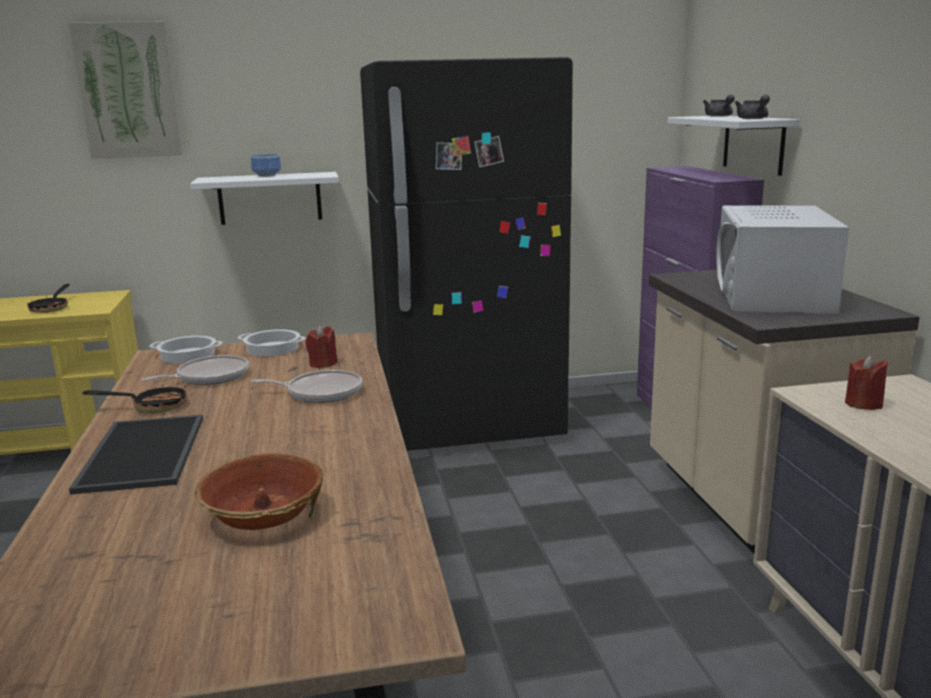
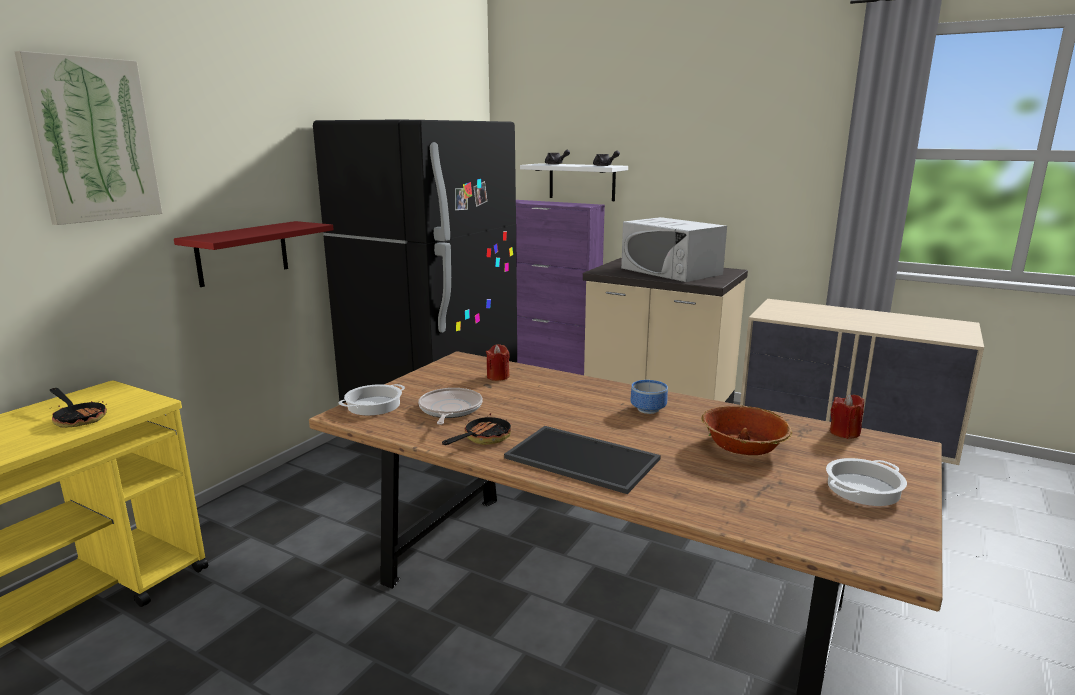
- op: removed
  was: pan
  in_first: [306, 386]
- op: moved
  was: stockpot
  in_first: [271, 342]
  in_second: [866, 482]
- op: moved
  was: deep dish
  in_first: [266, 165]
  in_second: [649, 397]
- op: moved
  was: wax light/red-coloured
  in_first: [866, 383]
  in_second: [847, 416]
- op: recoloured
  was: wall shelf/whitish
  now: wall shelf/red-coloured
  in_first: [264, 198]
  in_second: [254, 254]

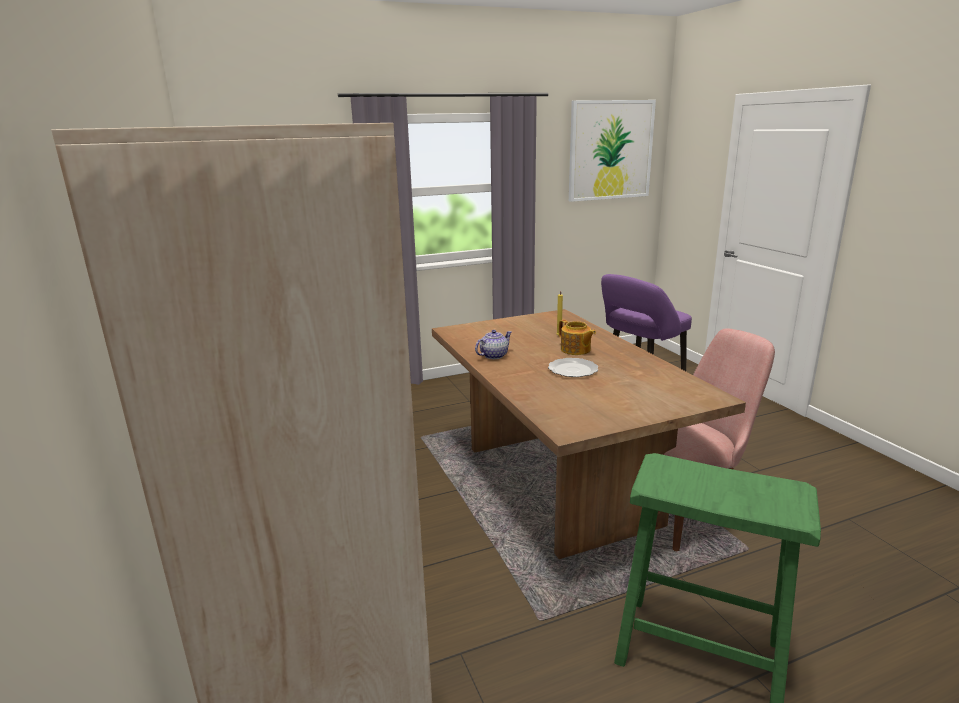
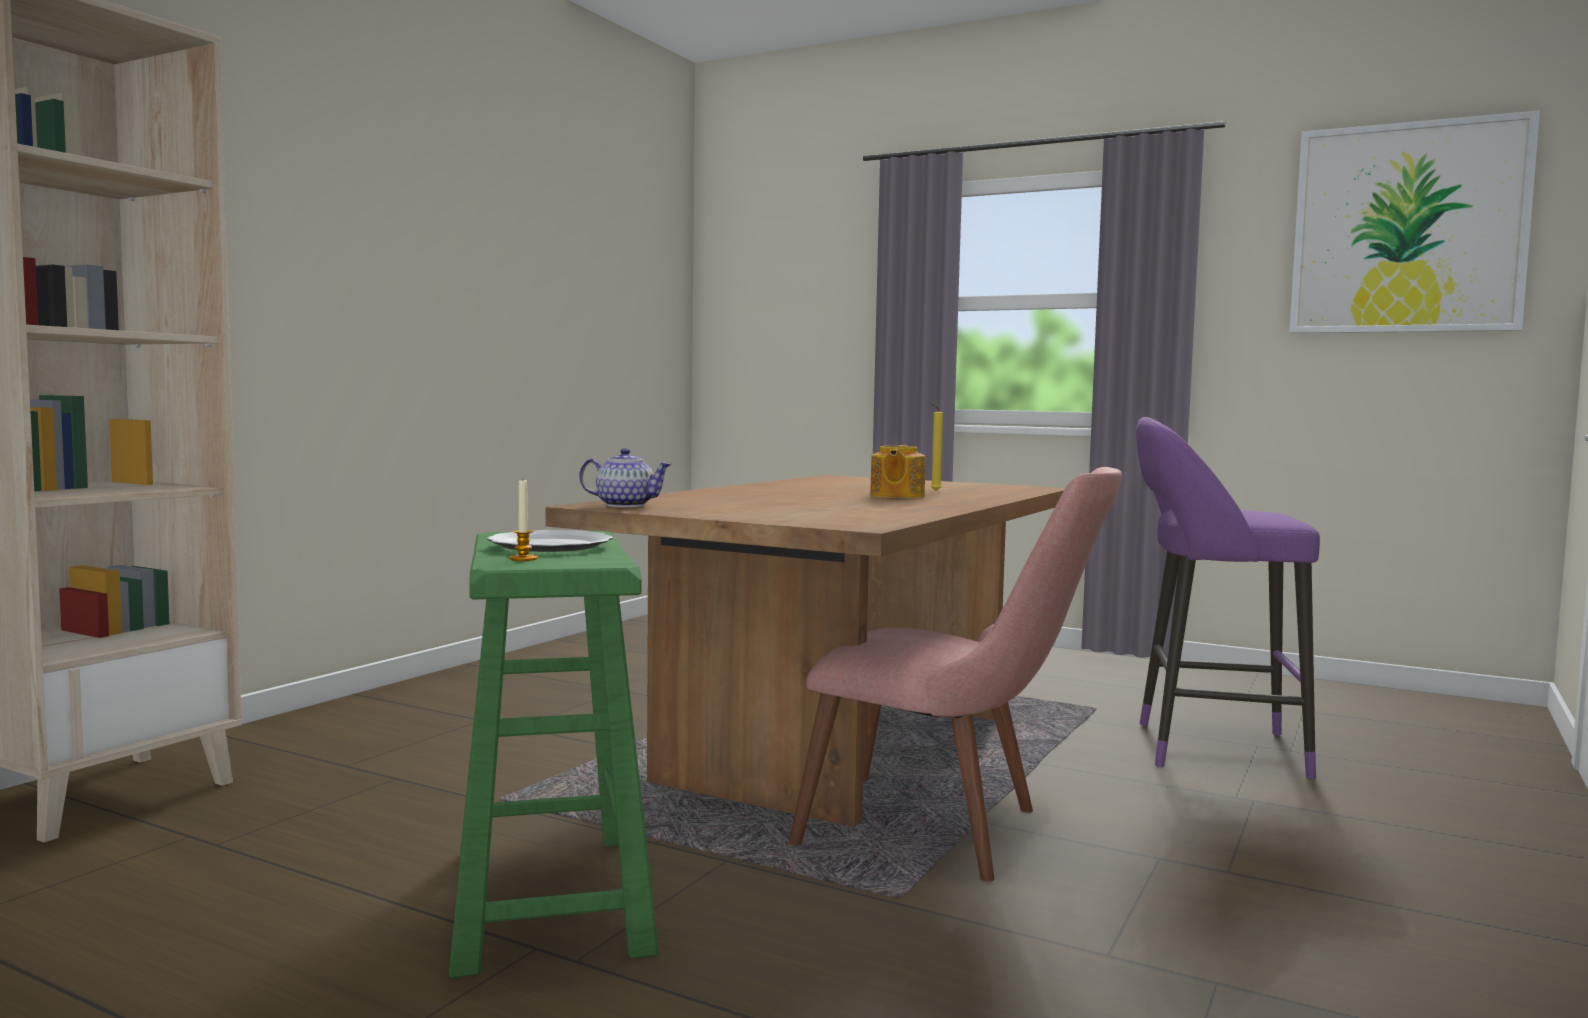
- op: added
  now: wax light
  in_second: [523, 520]
- op: moved
  was: tea pot
  in_first: [493, 344]
  in_second: [625, 477]
- op: moved
  was: plate
  in_first: [573, 367]
  in_second: [550, 541]

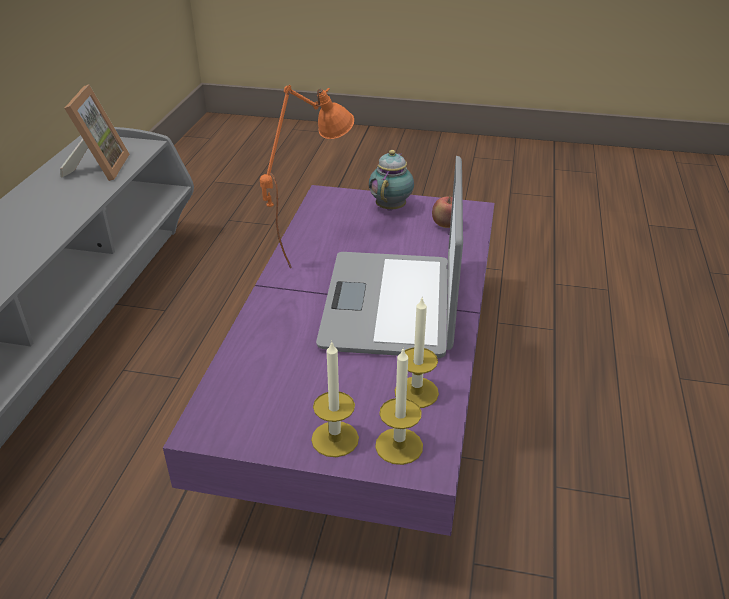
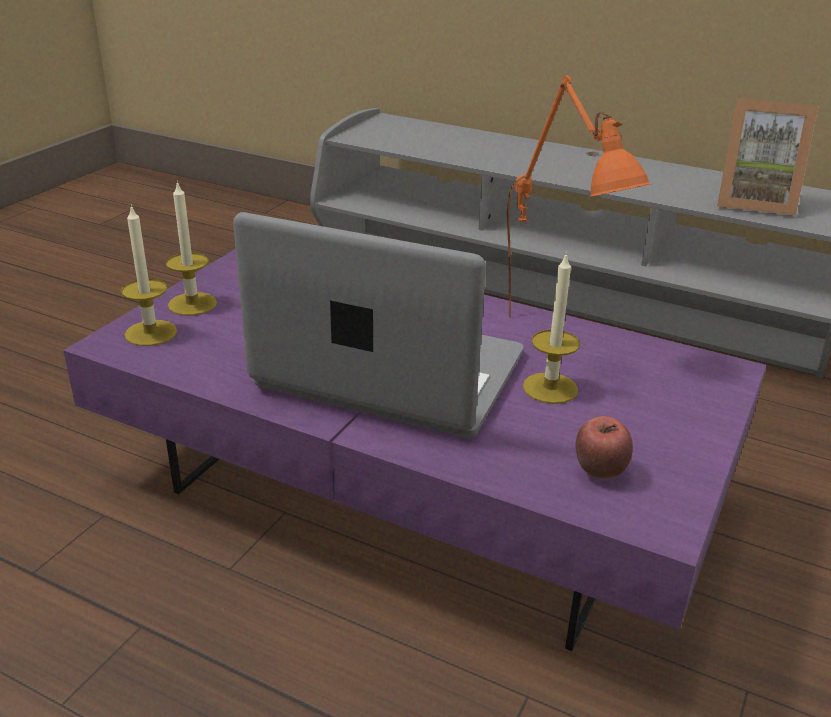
- op: removed
  was: tea pot
  in_first: [391, 180]
- op: moved
  was: wax light
  in_first: [417, 352]
  in_second: [551, 328]

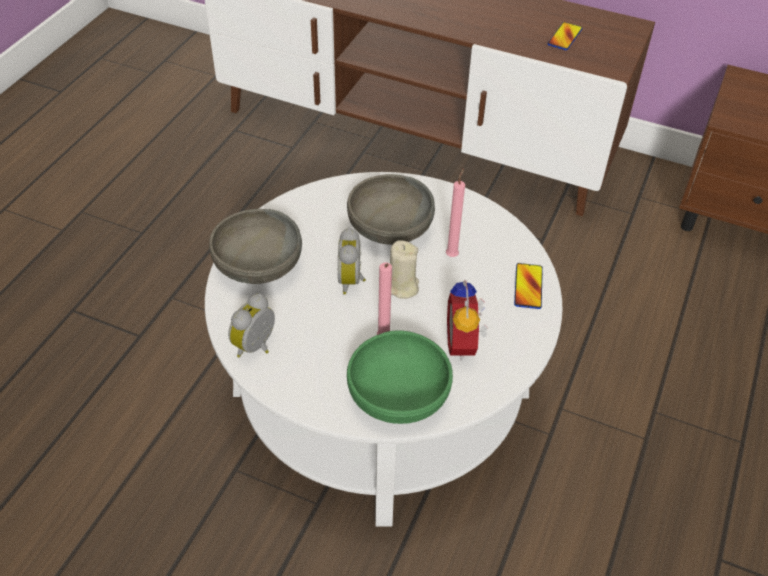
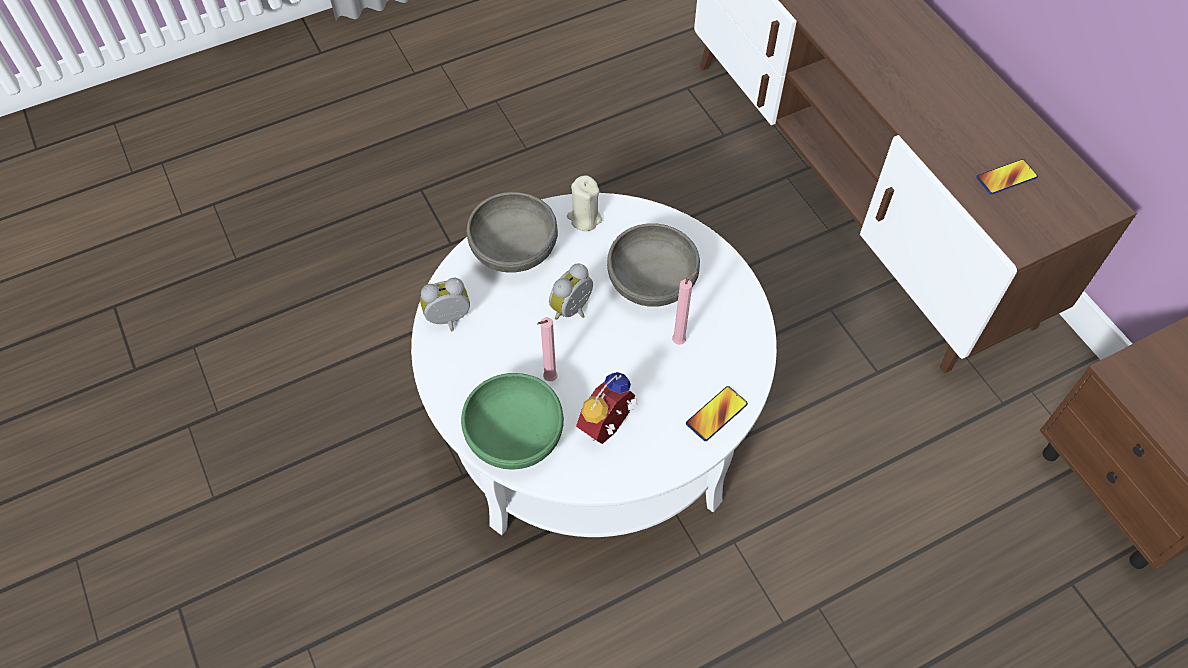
- op: moved
  was: wax light/beige-coloured
  in_first: [404, 270]
  in_second: [584, 203]

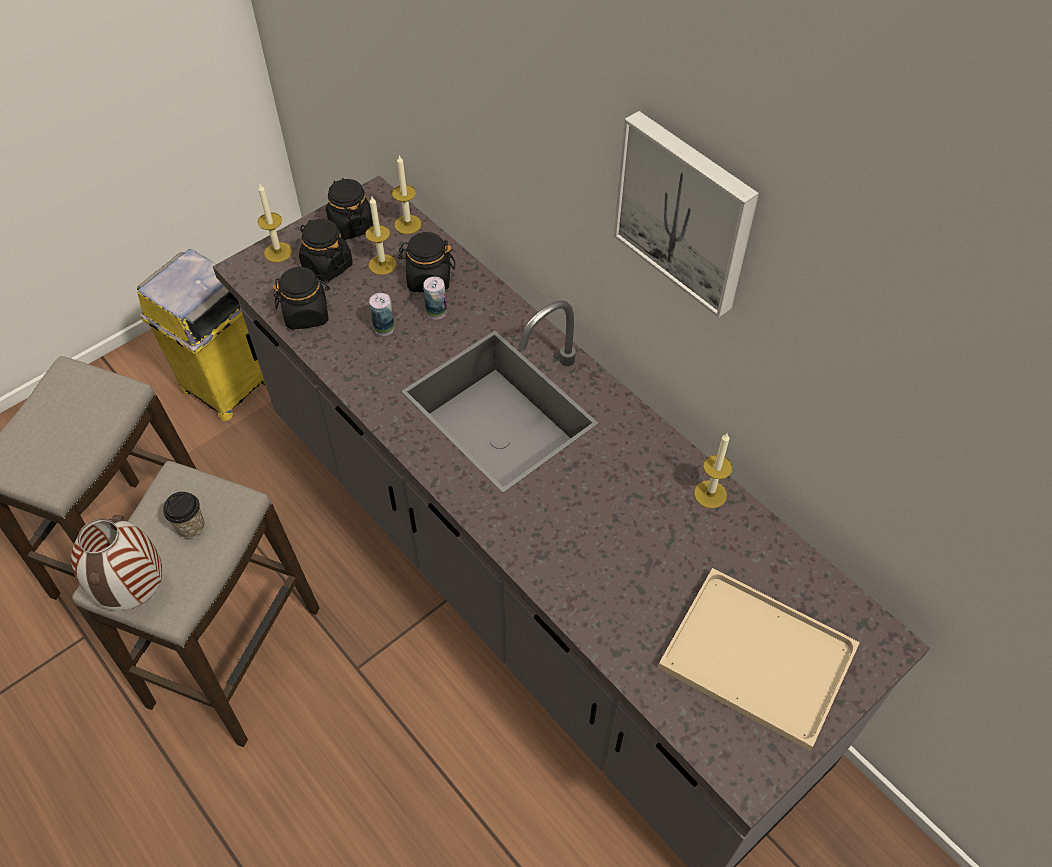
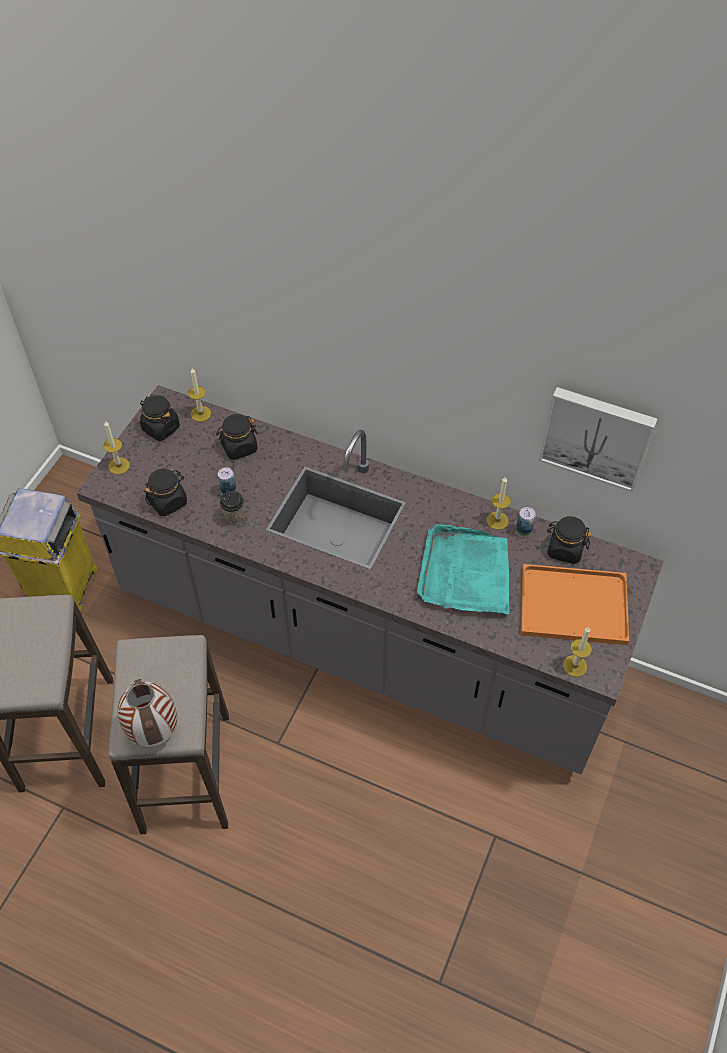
- op: added
  now: carrying tray/turquoise
  in_second: [463, 569]
- op: moved
  was: small cup
  in_first: [183, 515]
  in_second: [232, 507]
- op: moved
  was: jar/blackish
  in_first: [325, 250]
  in_second: [569, 540]
- op: moved
  was: wax light
  in_first: [381, 236]
  in_second: [577, 652]
- op: moved
  was: metal can
  in_first: [435, 298]
  in_second: [526, 522]
- op: moved
  was: wall art
  in_first: [686, 214]
  in_second: [598, 439]
- op: recoloured
  was: carrying tray/beige-coloured
  now: carrying tray/orange
  in_first: [759, 659]
  in_second: [575, 604]

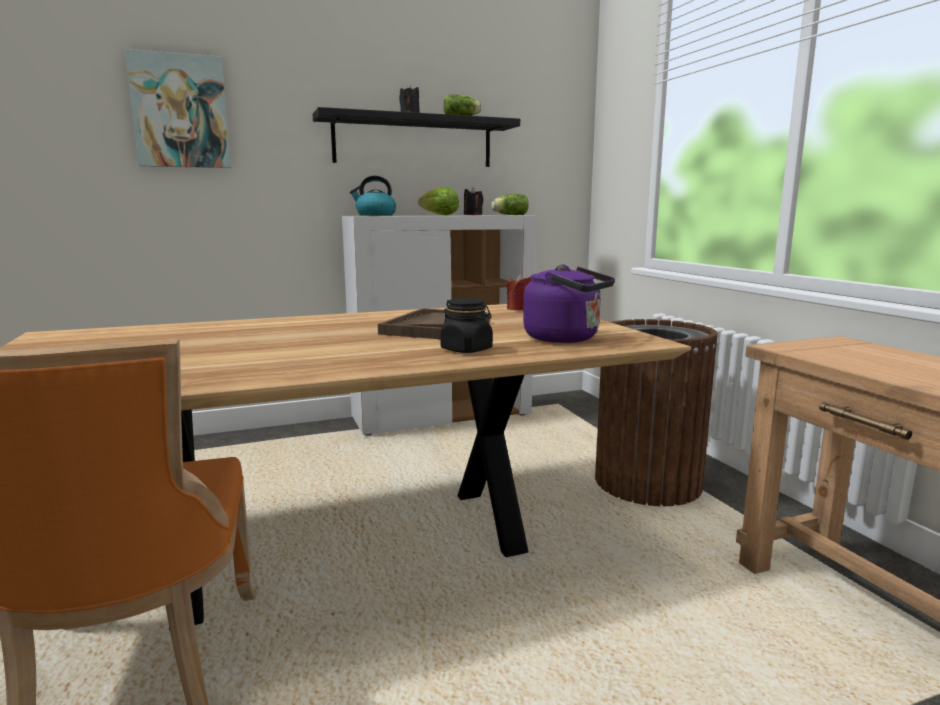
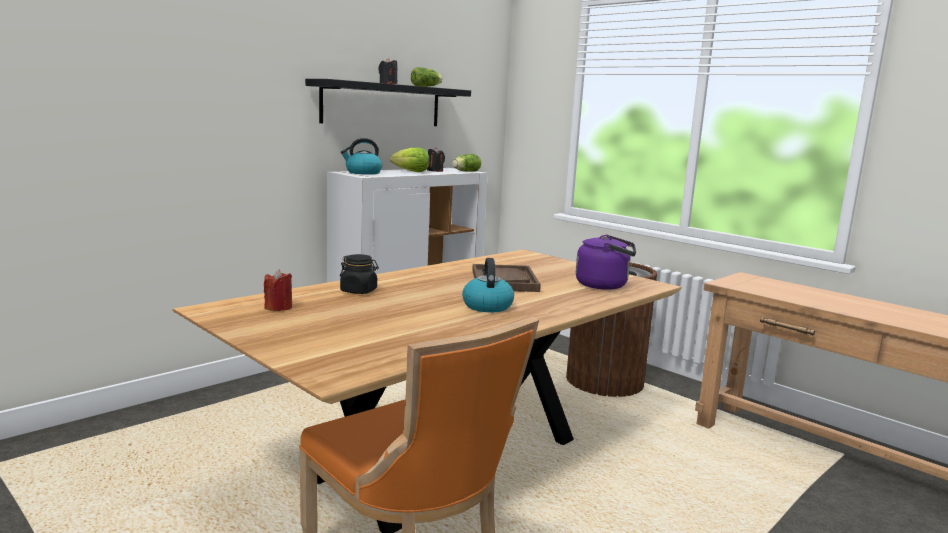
- op: removed
  was: wall art
  in_first: [178, 108]
- op: added
  now: tea kettle
  in_second: [488, 285]
- op: moved
  was: jar/blackish
  in_first: [466, 325]
  in_second: [359, 274]
- op: moved
  was: wax light/red-coloured
  in_first: [519, 292]
  in_second: [278, 290]

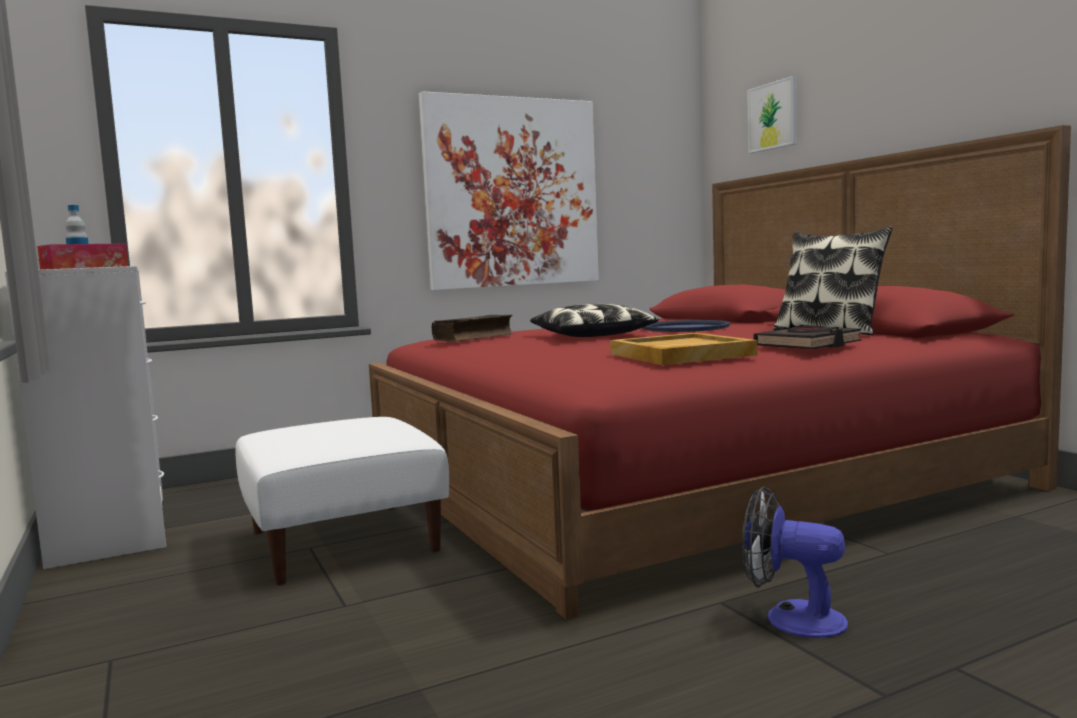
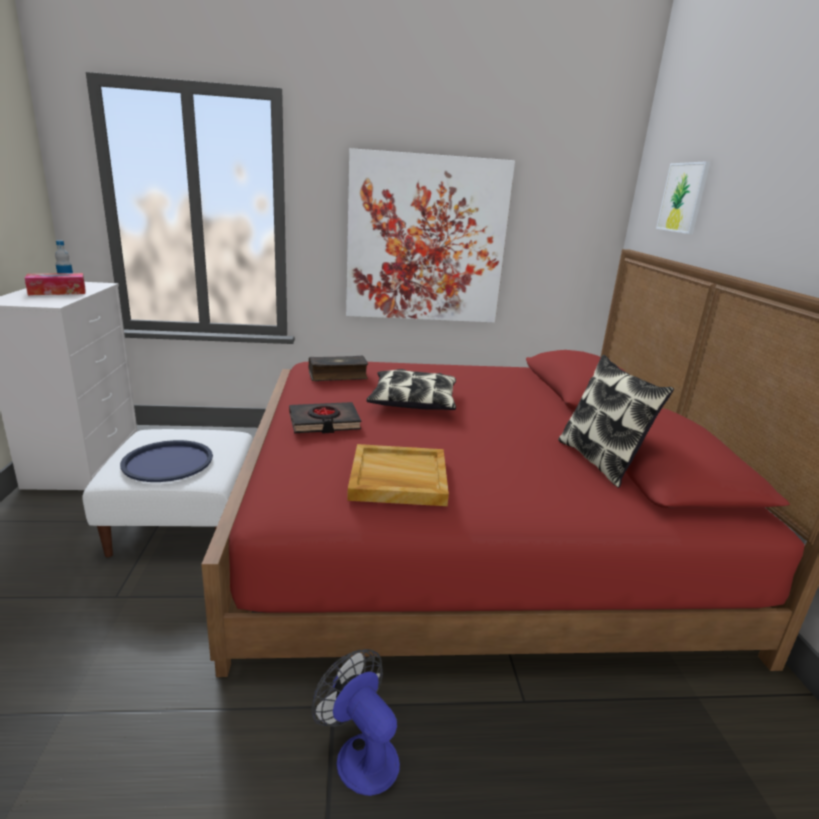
- op: moved
  was: carrying tray/blue
  in_first: [686, 326]
  in_second: [166, 461]
- op: moved
  was: bound book/blackish
  in_first: [807, 338]
  in_second: [325, 418]

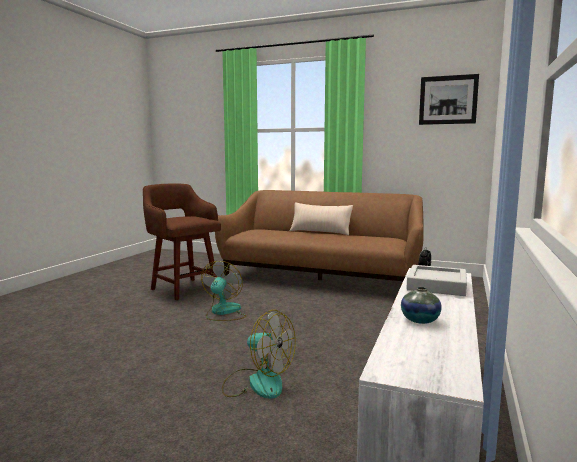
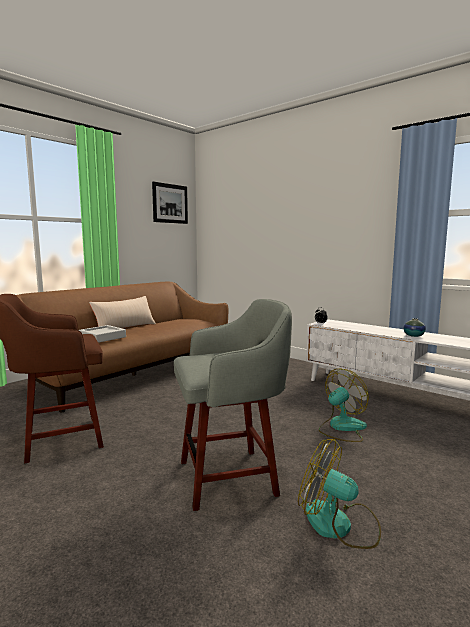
- op: added
  now: sitting stool/gray
  in_second: [233, 405]
- op: moved
  was: electric fan
  in_first: [223, 291]
  in_second: [339, 494]
- op: moved
  was: carrying tray/gray
  in_first: [436, 280]
  in_second: [102, 334]

